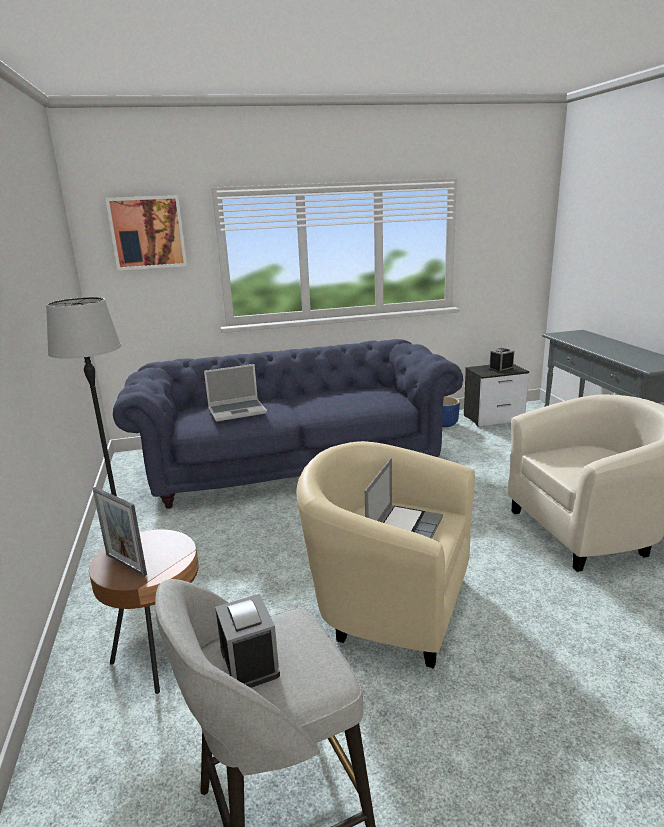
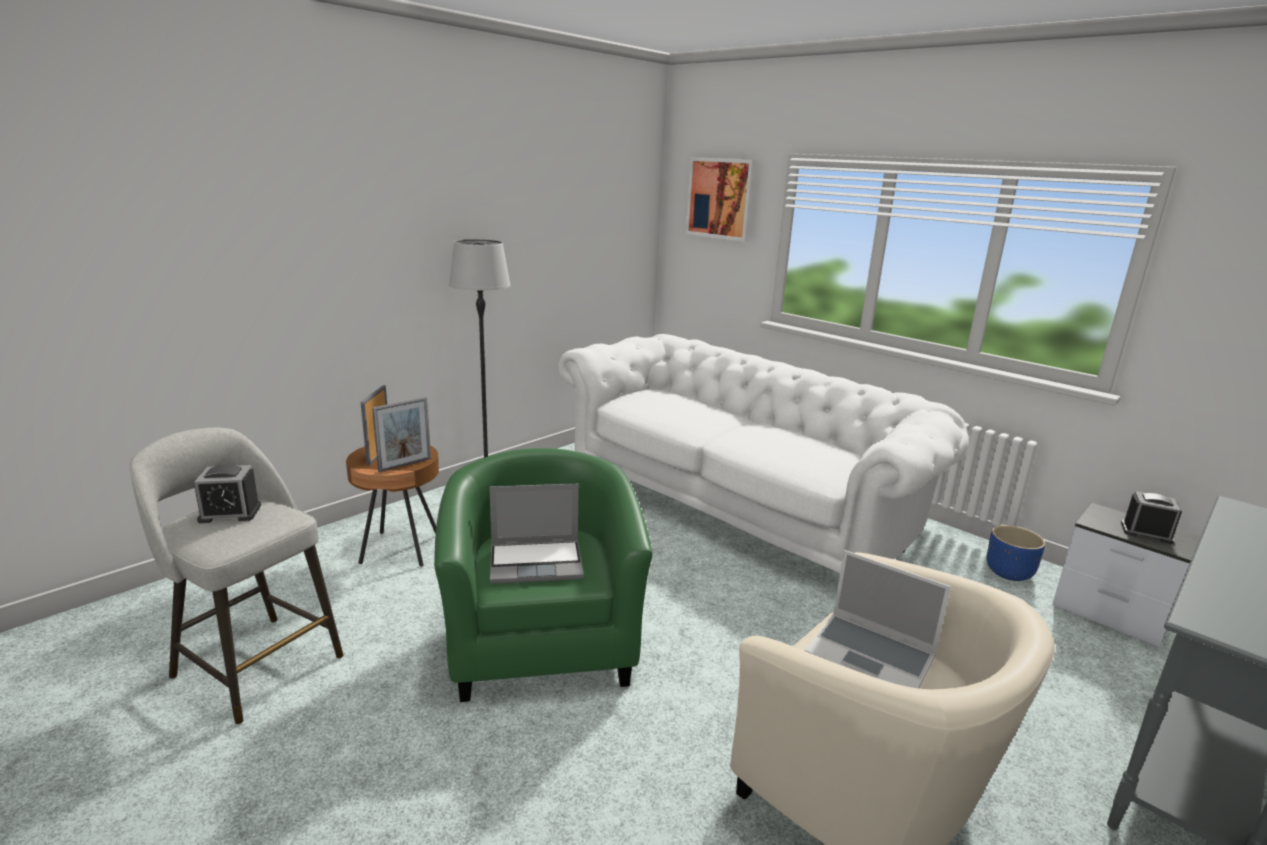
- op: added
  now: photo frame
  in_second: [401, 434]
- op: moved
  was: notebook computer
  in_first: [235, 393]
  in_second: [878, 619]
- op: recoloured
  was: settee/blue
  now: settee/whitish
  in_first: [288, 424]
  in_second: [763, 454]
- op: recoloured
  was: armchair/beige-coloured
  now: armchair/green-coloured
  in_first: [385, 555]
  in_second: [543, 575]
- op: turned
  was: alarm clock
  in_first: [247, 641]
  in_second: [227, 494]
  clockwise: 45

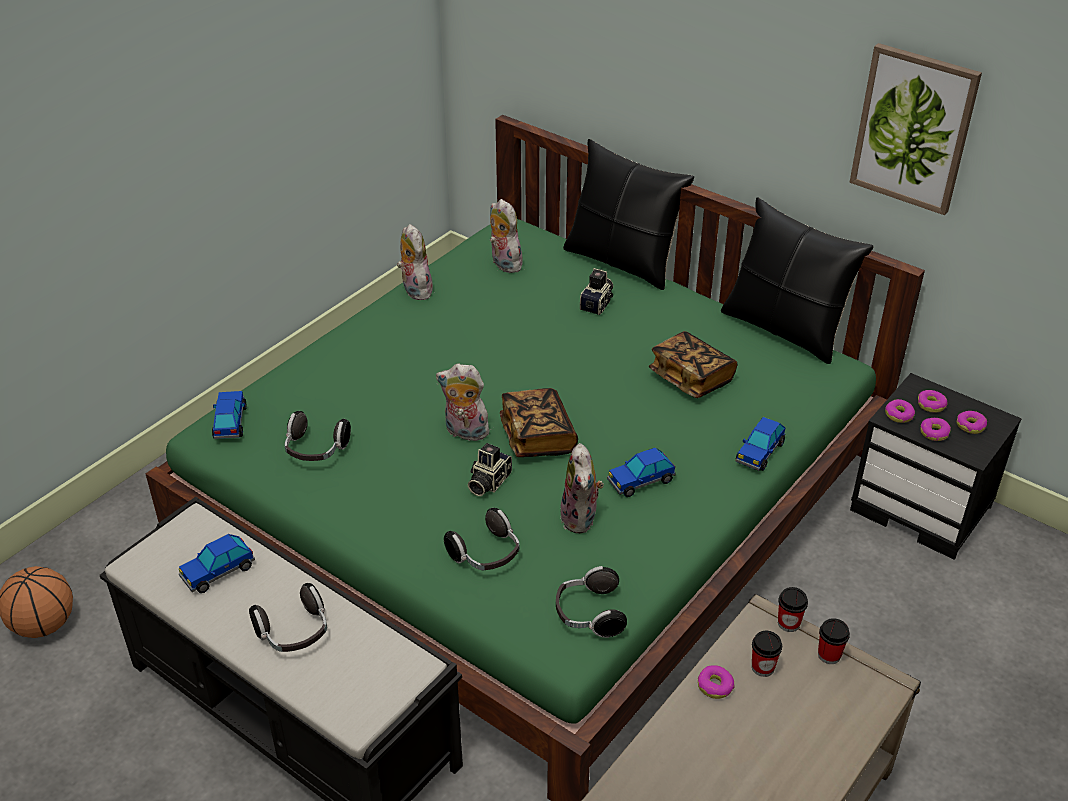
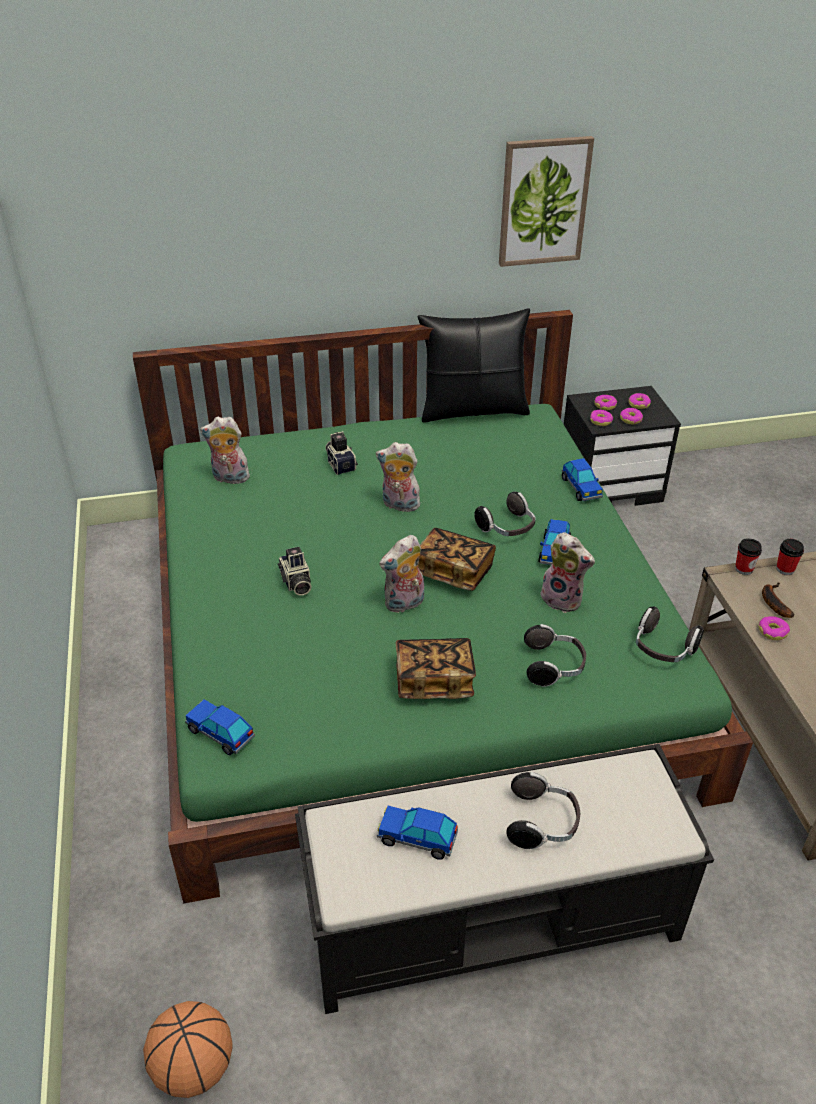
- op: removed
  was: pillow/blackish
  in_first: [628, 214]
- op: moved
  was: pair of headphones
  in_first: [317, 436]
  in_second: [505, 514]
- op: moved
  was: plush toy
  in_first: [415, 262]
  in_second: [399, 477]
- op: moved
  was: photo camera
  in_first: [490, 469]
  in_second: [294, 571]
- op: moved
  was: bound book
  in_first: [693, 364]
  in_second: [436, 668]
- op: replaced
  was: small cup
  now: banana fruit
  in_first: [767, 654]
  in_second: [778, 600]
- op: turned
  was: miniature car
  in_first: [217, 563]
  in_second: [417, 833]
  clockwise: 105

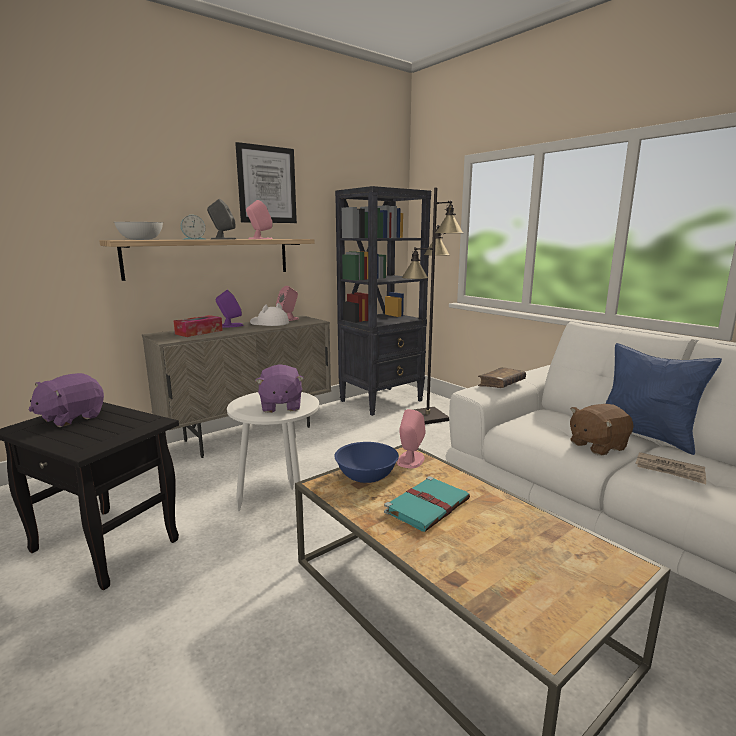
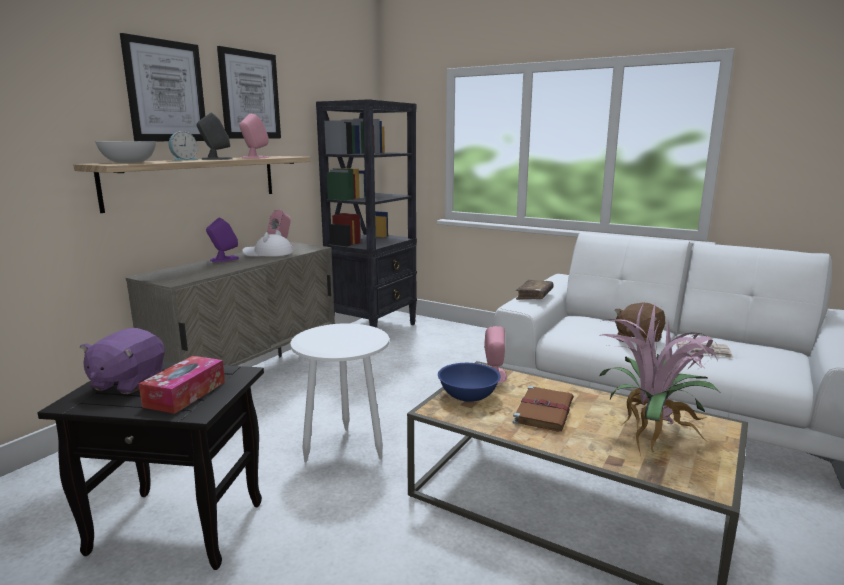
- op: removed
  was: plush toy/purple-coloured
  in_first: [279, 388]
- op: removed
  was: floor lamp/blackish
  in_first: [432, 306]
- op: removed
  was: pillow/blue
  in_first: [663, 399]
- op: added
  now: wall art
  in_second: [162, 87]
- op: added
  now: potted plant
  in_second: [660, 378]
- op: moved
  was: tissue holder
  in_first: [198, 326]
  in_second: [182, 385]
- op: recoloured
  was: bound book/turquoise
  now: bound book/brown
  in_first: [427, 504]
  in_second: [543, 409]

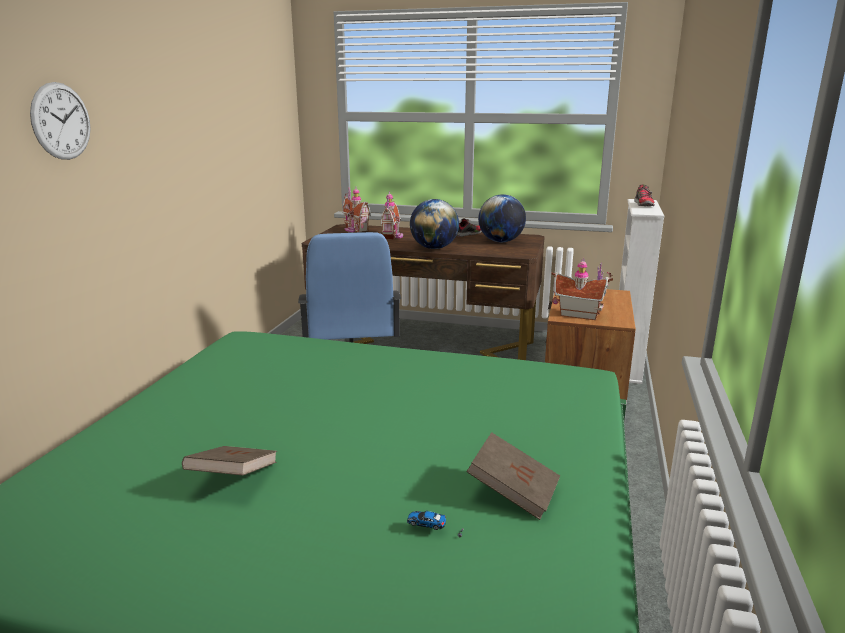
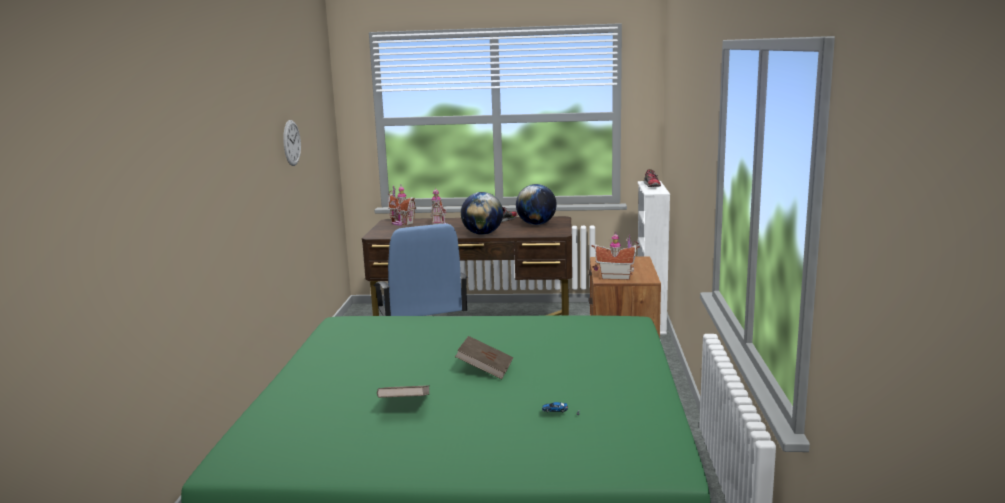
- op: moved
  was: hanging clock
  in_first: [60, 121]
  in_second: [292, 143]
- op: moved
  was: bound book/brown
  in_first: [513, 476]
  in_second: [484, 357]

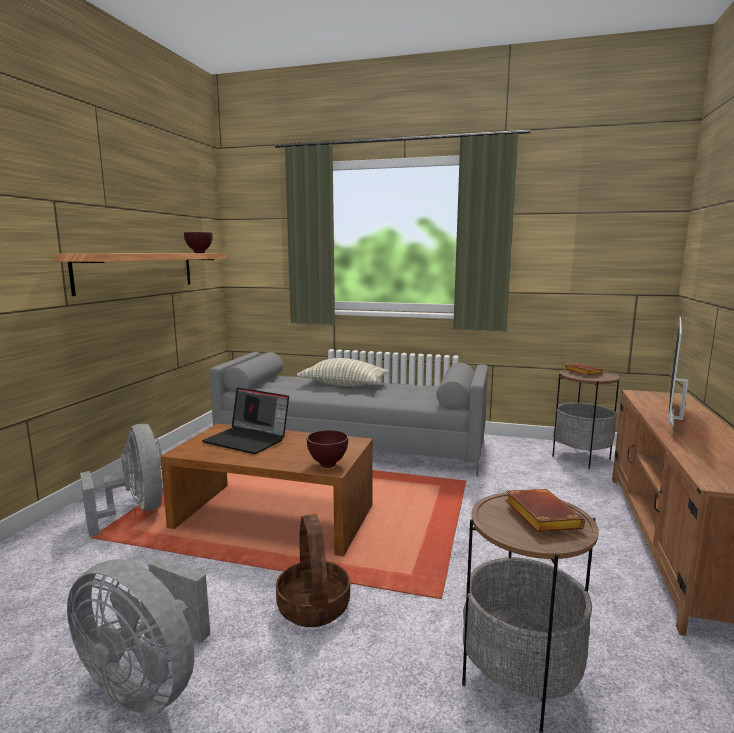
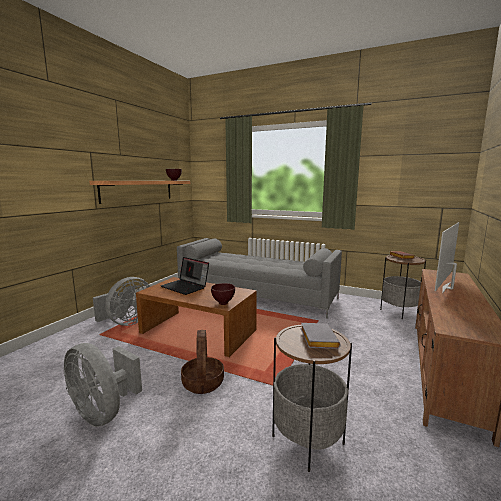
- op: removed
  was: pillow
  in_first: [343, 372]
- op: recoloured
  was: bound book/brown
  now: bound book/gray
  in_first: [545, 510]
  in_second: [321, 336]
- op: turned
  was: electric fan/gray
  in_first: [122, 480]
  in_second: [121, 301]
  clockwise: 60

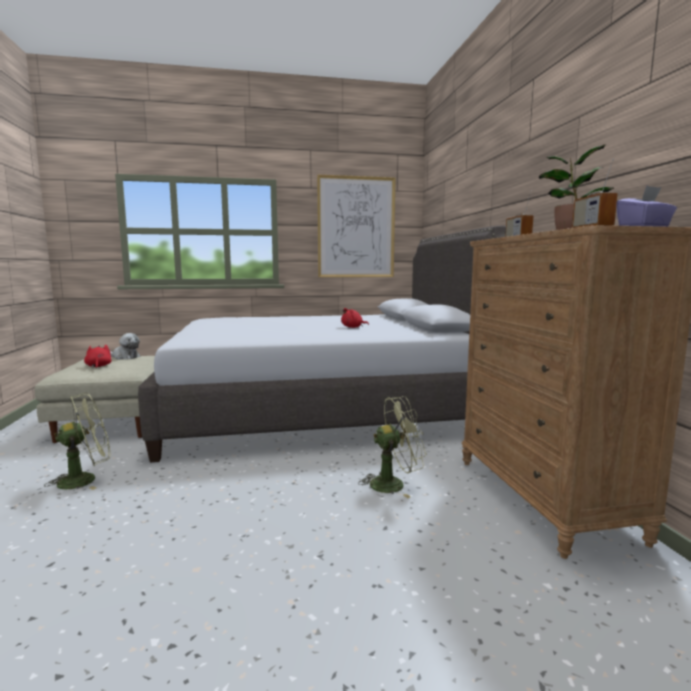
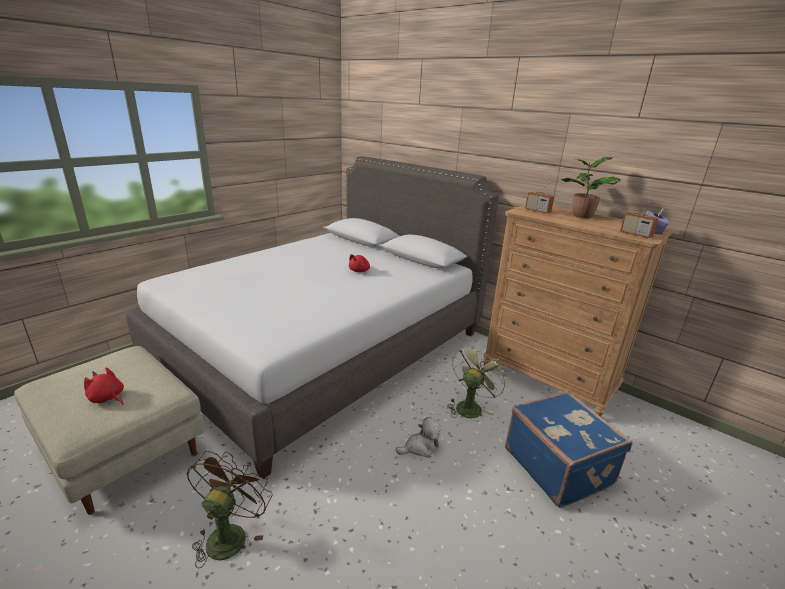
- op: removed
  was: wall art
  in_first: [356, 226]
- op: added
  now: suitcase/blue
  in_second: [569, 449]
- op: moved
  was: plush toy
  in_first: [125, 346]
  in_second: [419, 437]
- op: recoloured
  was: electric fan/green-coloured
  now: electric fan/brown
  in_first: [77, 441]
  in_second: [229, 509]

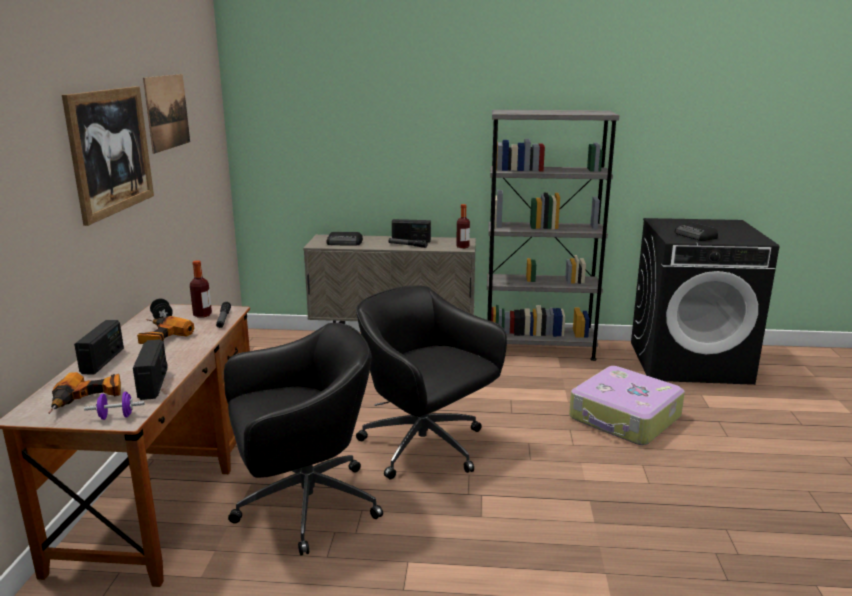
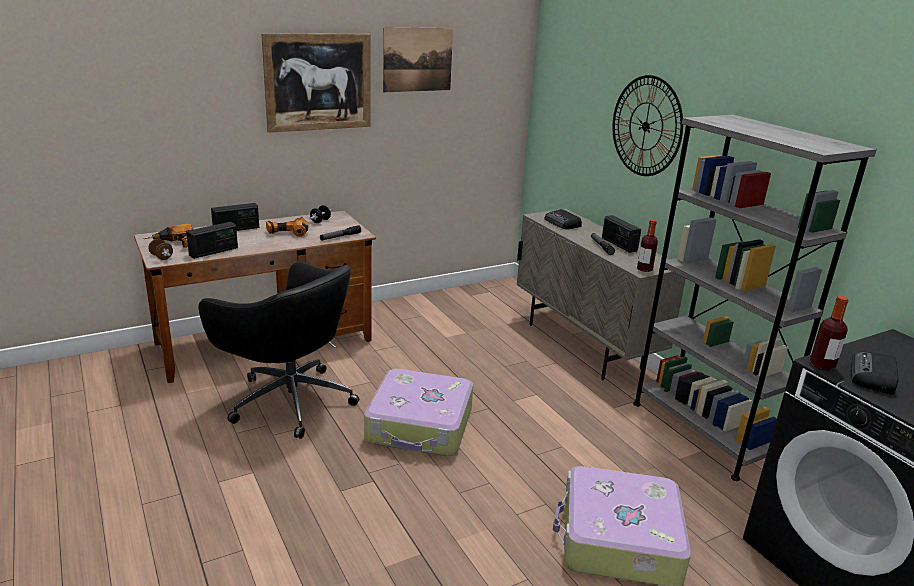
- op: added
  now: hanging clock
  in_second: [647, 125]
- op: moved
  was: drink bottle
  in_first: [201, 289]
  in_second: [829, 333]
- op: replaced
  was: computer chair/blackish
  now: suitcase
  in_first: [431, 382]
  in_second: [418, 412]
- op: recoloured
  was: hand weight/purple-coloured
  now: hand weight/brown
  in_first: [114, 406]
  in_second: [160, 249]

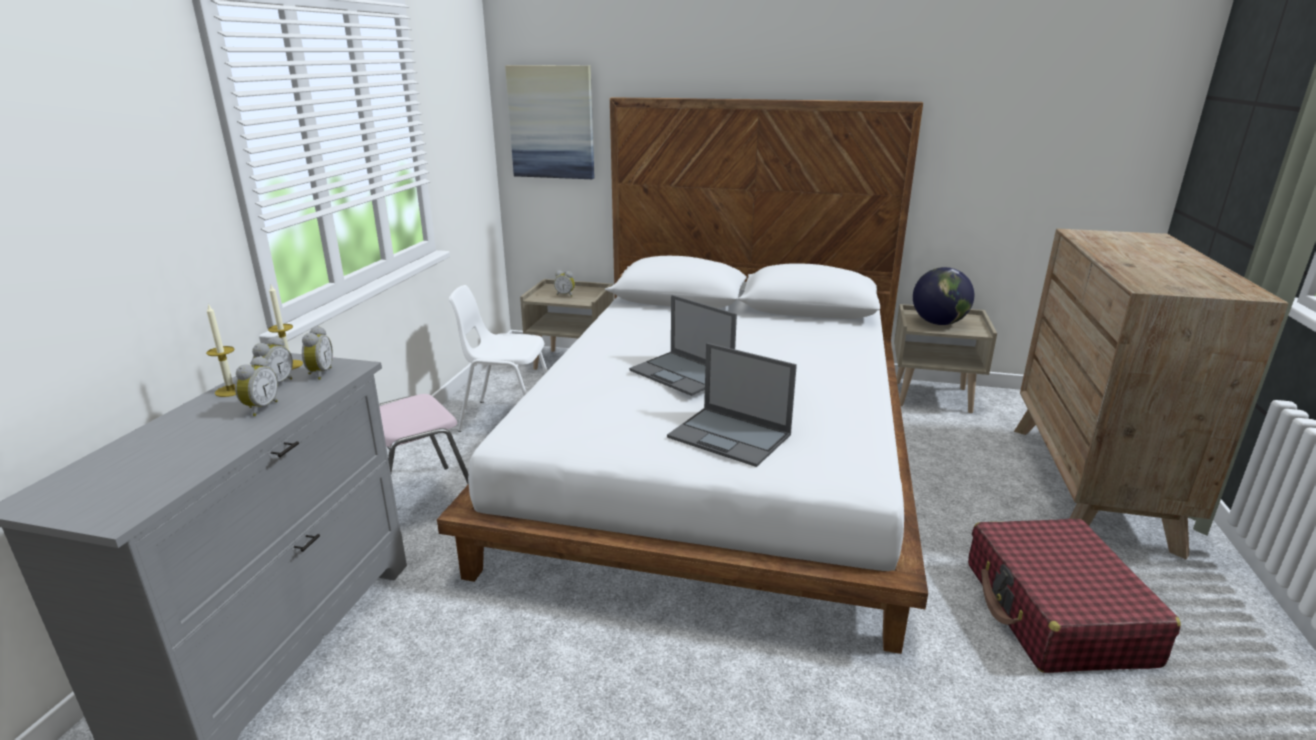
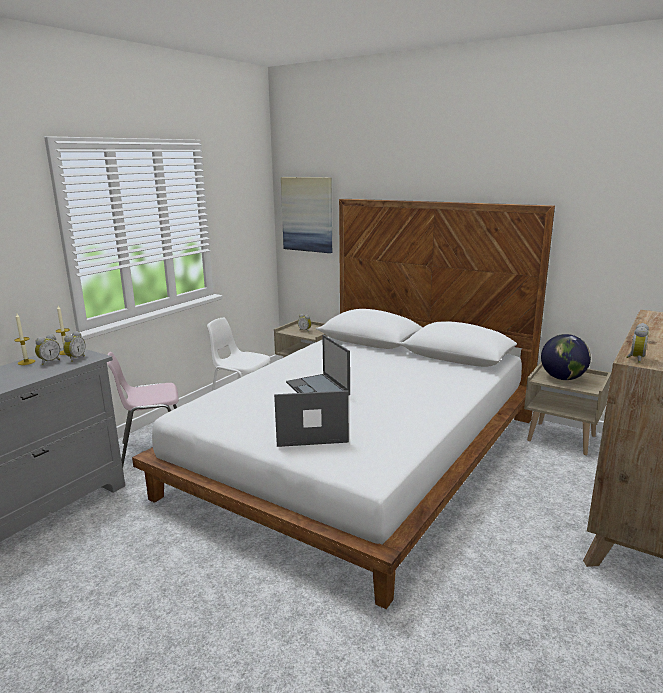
- op: removed
  was: suitcase/red-coloured
  in_first: [1074, 596]
- op: moved
  was: alarm clock
  in_first: [256, 386]
  in_second: [637, 343]
- op: turned
  was: notebook computer
  in_first: [732, 405]
  in_second: [311, 418]
  clockwise: 120

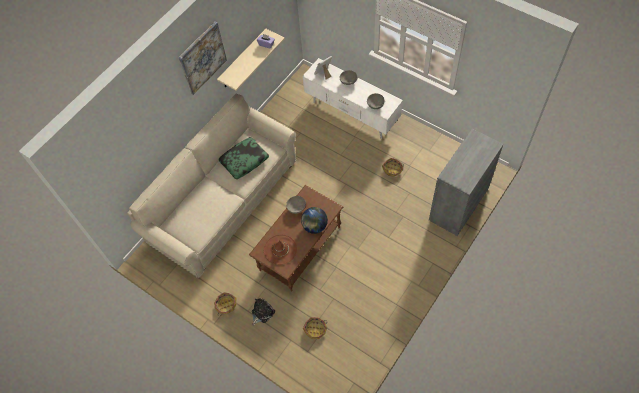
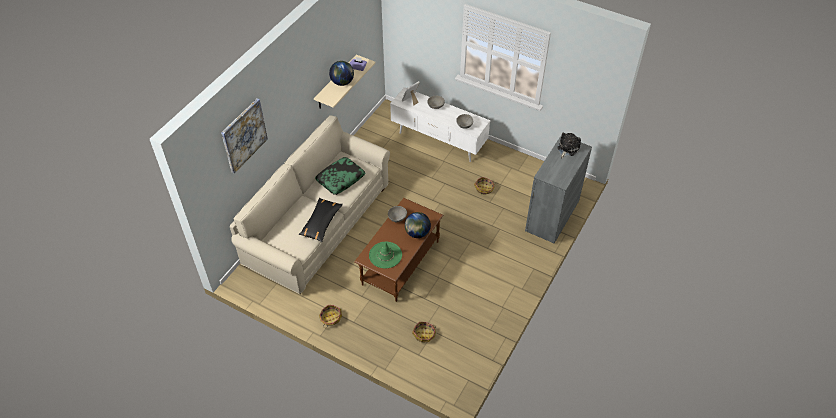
- op: added
  now: pillow/blackish
  in_second: [320, 220]
- op: added
  now: globe
  in_second: [341, 73]
- op: moved
  was: wall art
  in_first: [203, 58]
  in_second: [244, 135]
- op: moved
  was: plush toy
  in_first: [263, 312]
  in_second: [569, 146]
- op: recoloured
  was: hat/brown
  now: hat/green-coloured
  in_first: [280, 249]
  in_second: [385, 255]

